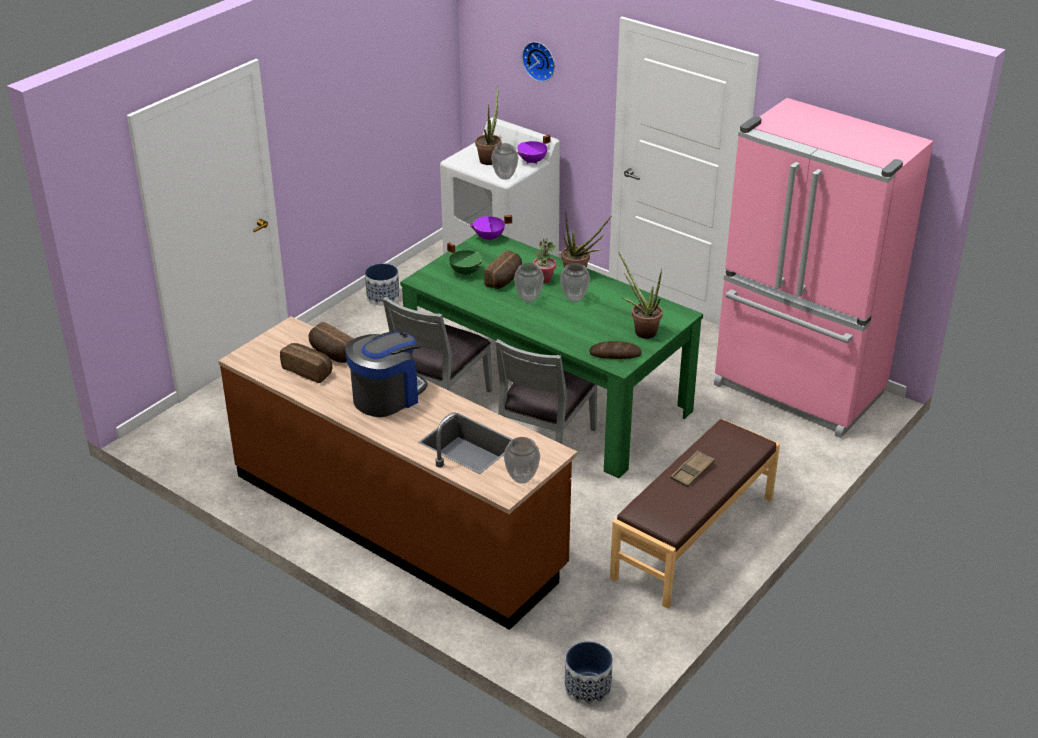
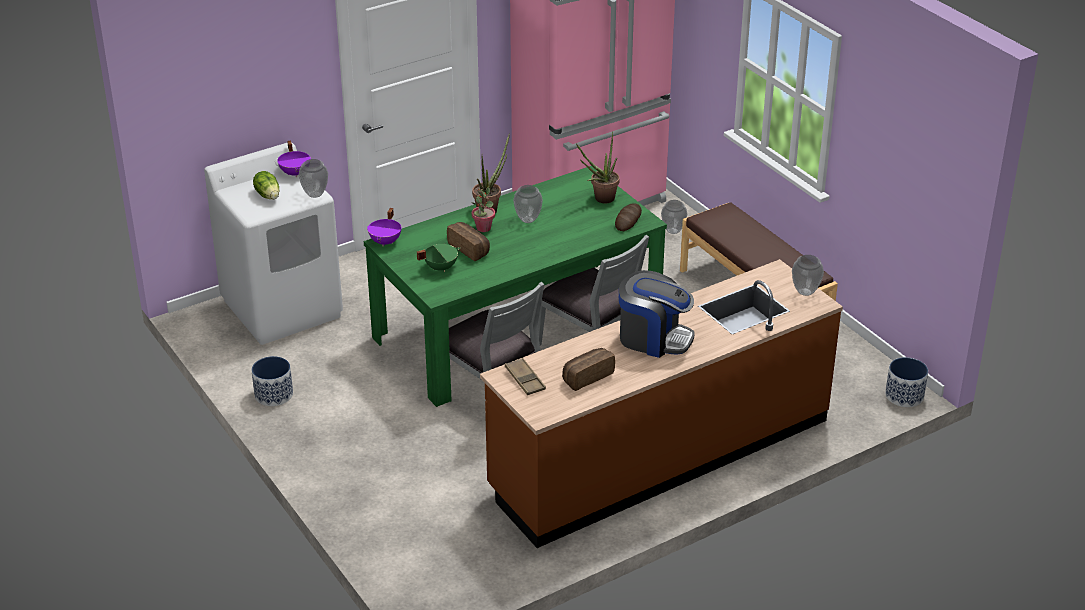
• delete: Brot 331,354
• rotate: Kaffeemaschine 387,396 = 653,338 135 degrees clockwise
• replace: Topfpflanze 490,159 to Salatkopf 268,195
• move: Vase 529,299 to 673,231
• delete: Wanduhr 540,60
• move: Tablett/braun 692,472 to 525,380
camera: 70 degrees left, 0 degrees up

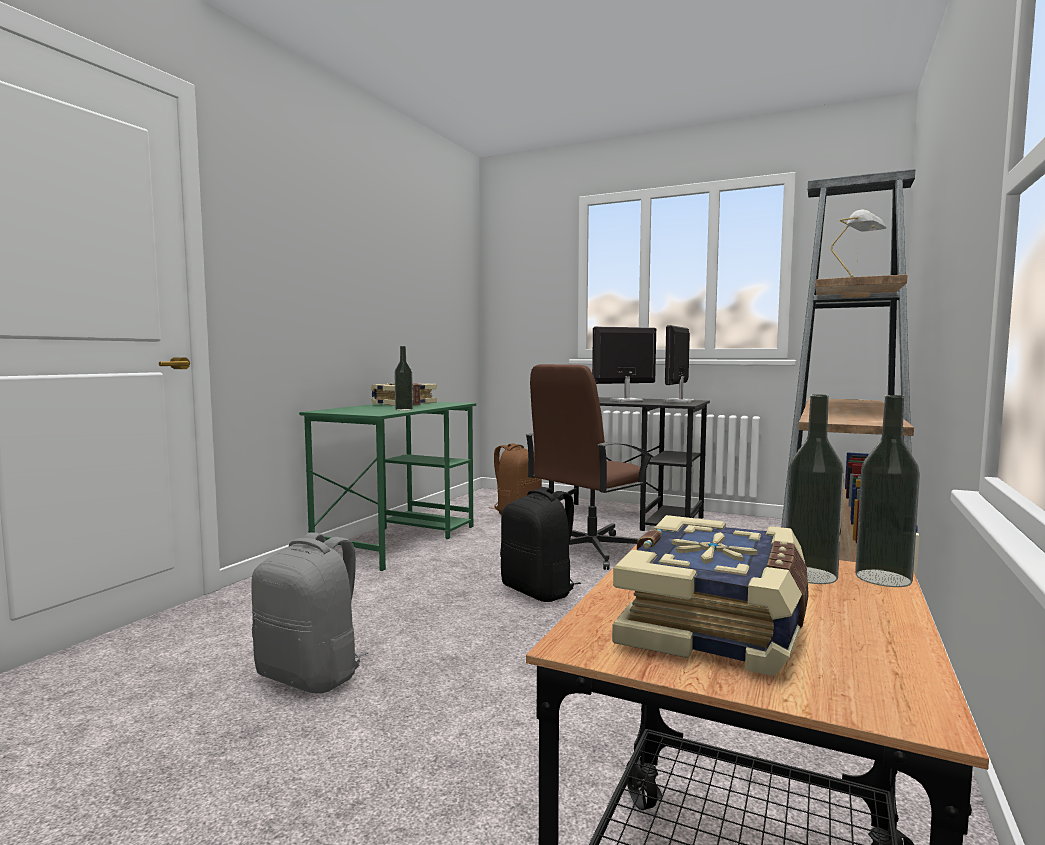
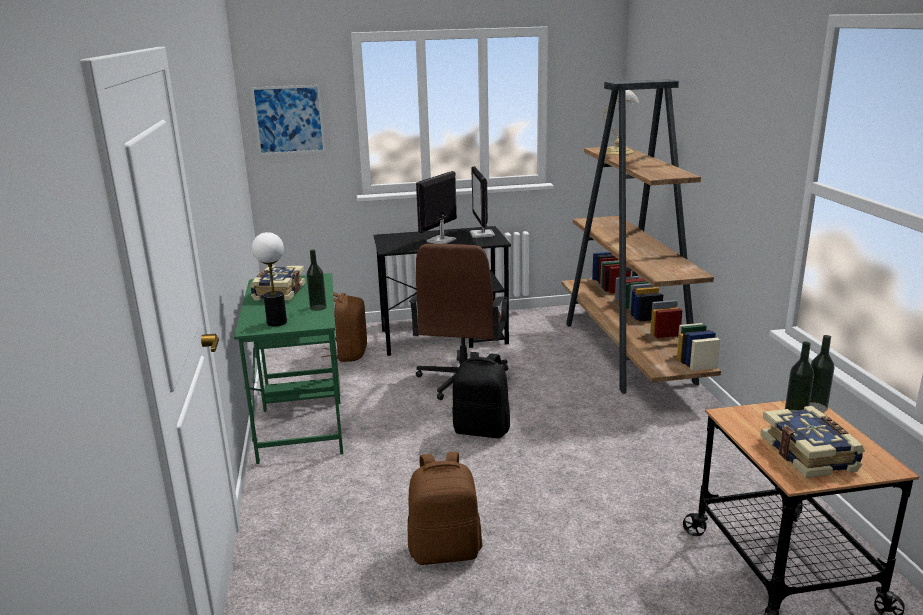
• recolor: Rucksack/grau 312,675 to Rucksack/braun 445,550
• insert: Bild 289,120
• insert: Tischlampe 276,322
camera: 35 degrees left, 15 degrees up

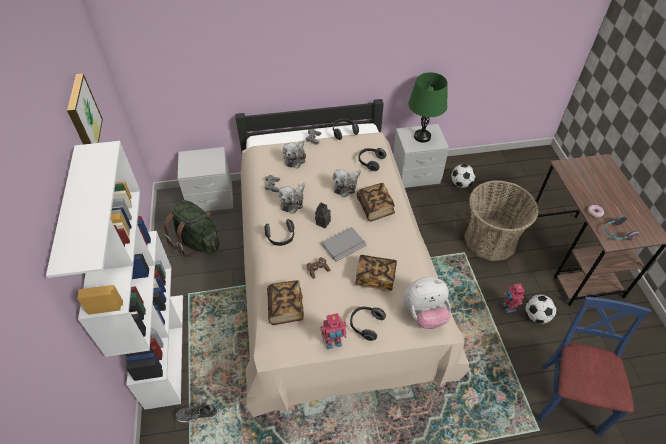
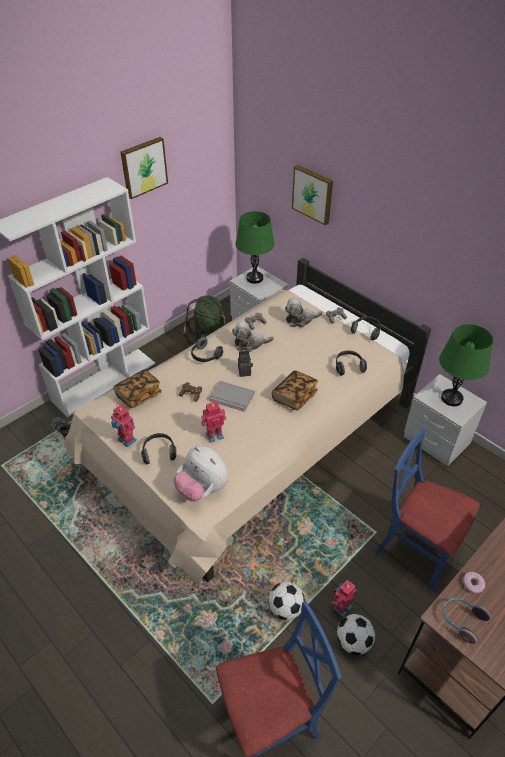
• delete: Plüschtier 346,186
• replace: Buch 375,277 to Spielzeugroboter 214,435
• move: Fußball 461,184 to 285,608
• replace: Korb 490,240 to Stuhl/blau 416,548
• insert: Tischlampe/grün 254,278
• insert: Bild 313,194
camera: 55 degrees right, 5 degrees down

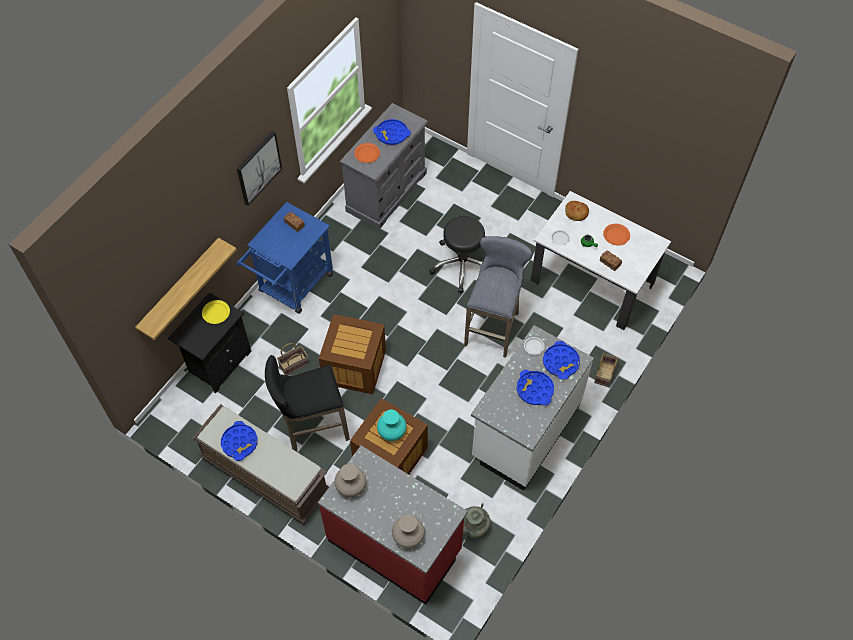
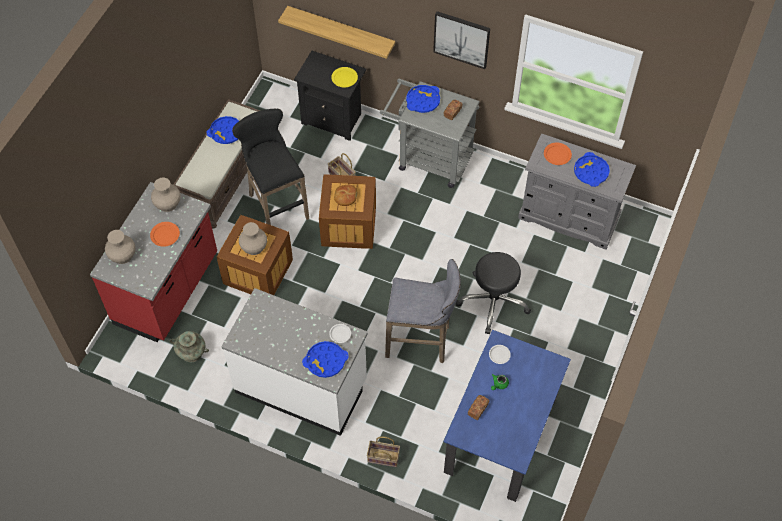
• recolor: Rollwagen/blau 292,287 to Rollwagen/grau 428,158
• recolor: Vase/türkis 392,431 to Vase/beige 254,246
• move: Tablett/blau 534,390 to 423,101
• recolor: Esstisch/weiß 592,282 to Esstisch/blau 501,434
• move: Brot 576,213 to 345,197
• move: Teller/orange 616,235 to 165,235
camera: 80 degrees right, 0 degrees up

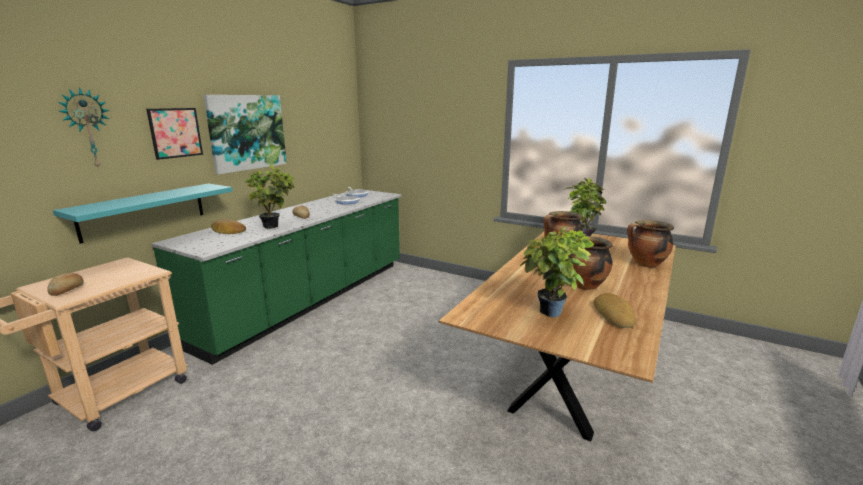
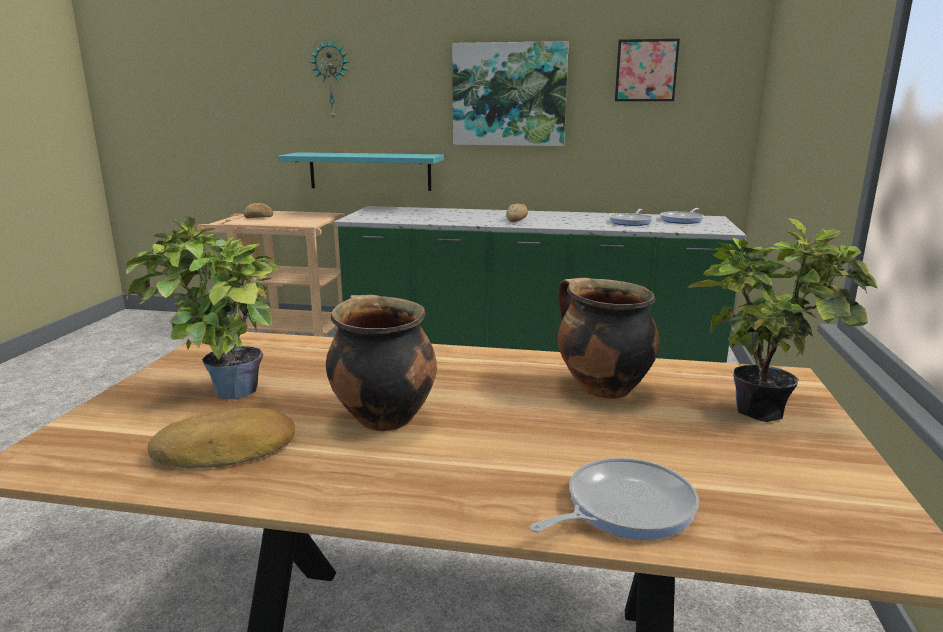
• move: Bild 175,133 to 646,70
• delete: Brot 228,231
• delete: Topfpflanze 275,226
• replace: Kochtopf 646,264 to Pfanne 623,507
camera: 70 degrees right, 0 degrees up

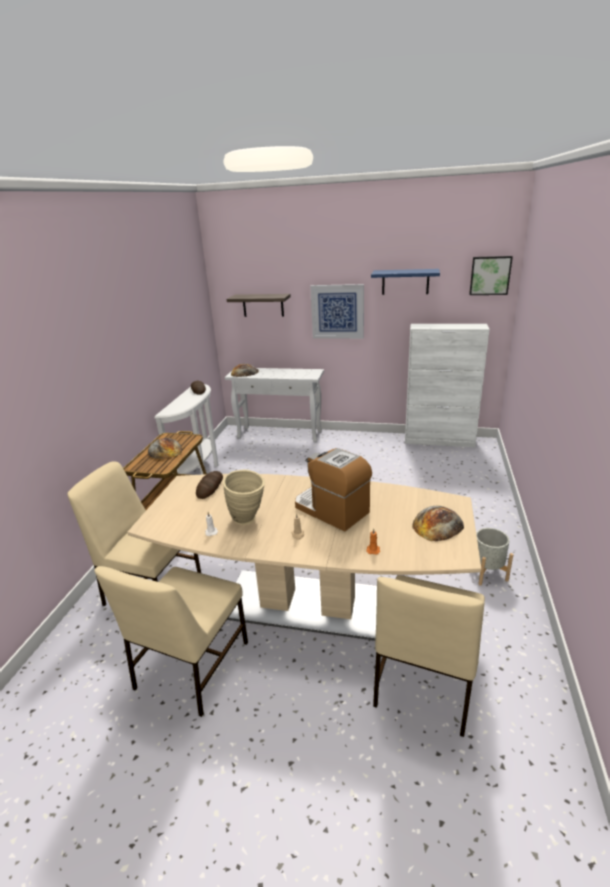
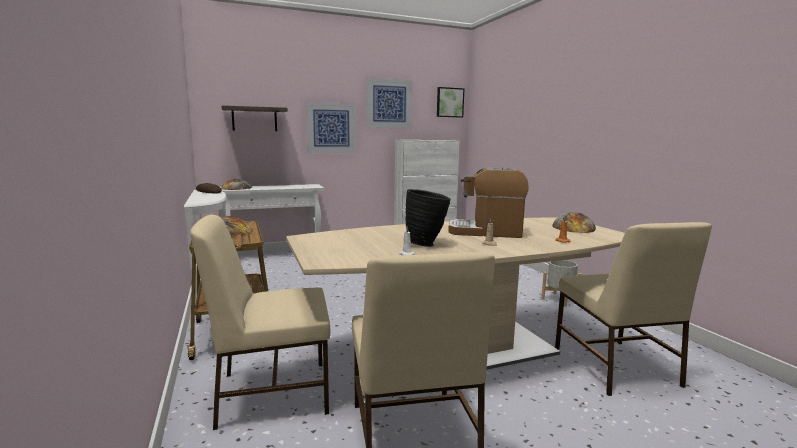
• delete: Brot 210,487
• recolor: Vase/beige 248,520 to Vase/schwarz 427,244
• replace: Wandregal/blau 405,282 to Bild 389,103
camera: 35 degrees left, 15 degrees down

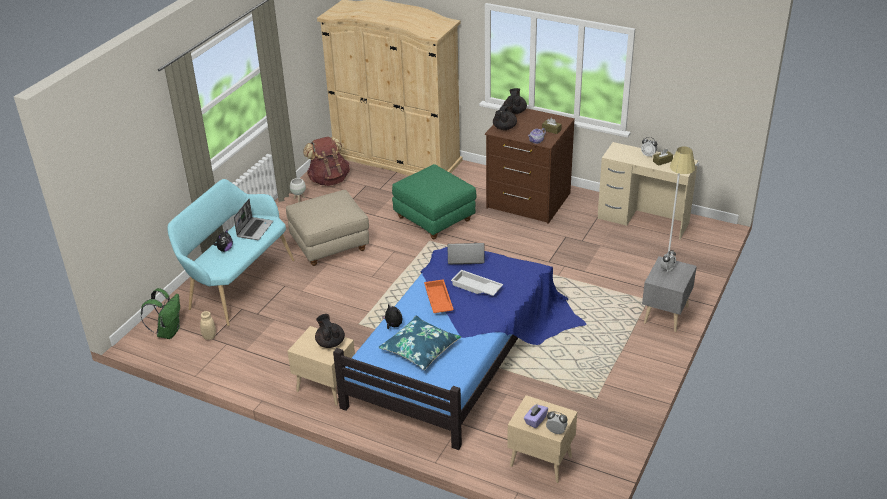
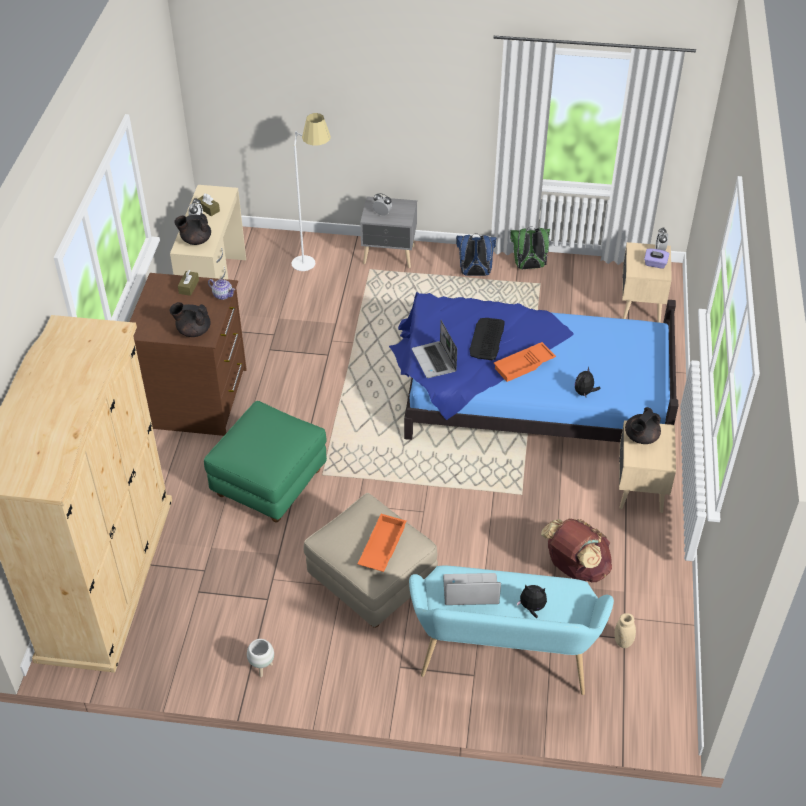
• move: Rucksack/grün 168,332 to 528,266
• move: Rucksack/braun 329,180 to 575,568
• delete: Kissen/blau 420,349
• replace: Tablett/weiß 476,287 to Tastatur 487,339
• move: Teekanne/schwarz 514,112 to 195,240
• insert: Tablett/orange 381,546
• insert: Rucksack/blau 474,273
camera: 110 degrees left, 10 degrees up

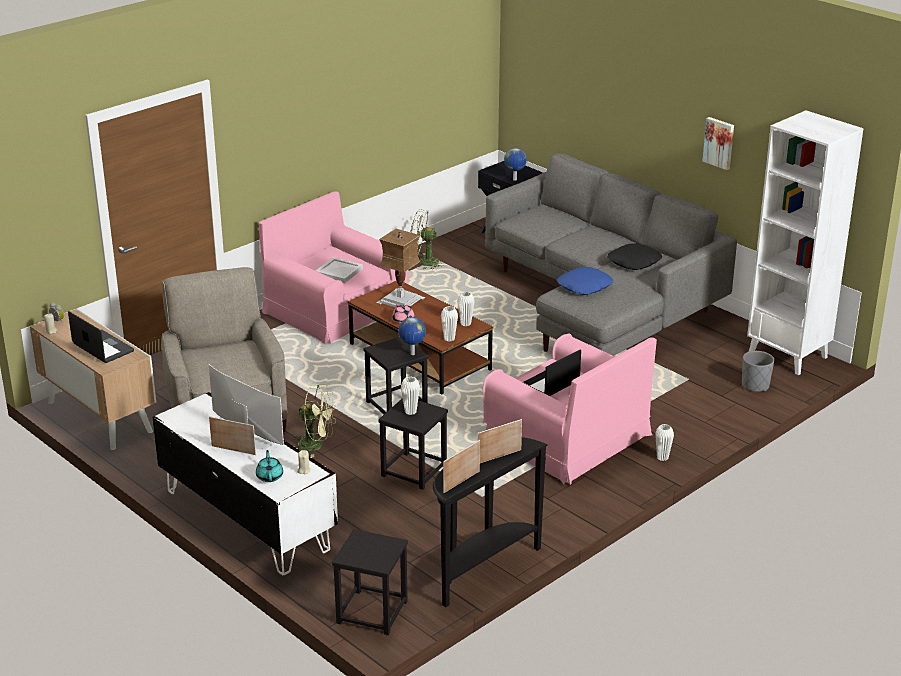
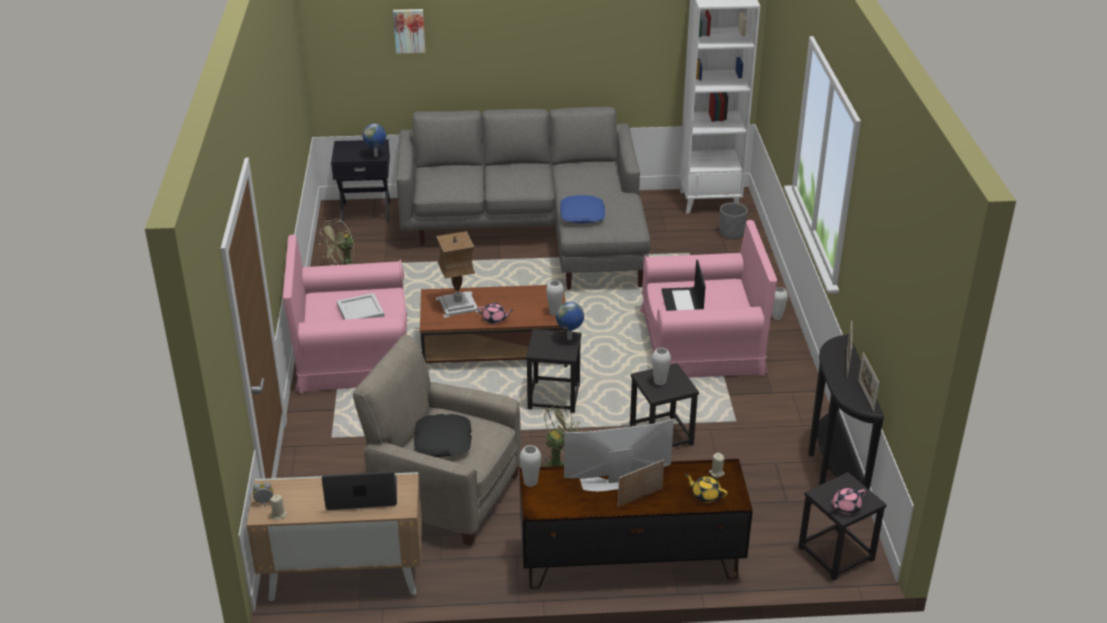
• recolor: Fernsehschrank/weiß 247,519 to Fernsehschrank/braun 629,560
• recolor: Teekanne/türkis 269,476 to Teekanne/gelb 705,495
• move: Vase/weiß 465,324 to 530,482
• move: Kissen/schwarz 634,262 to 443,441
• move: Bild 719,142 to 409,30
• insert: Teekanne/rosa 845,507
camera: 50 degrees left, 5 degrees up

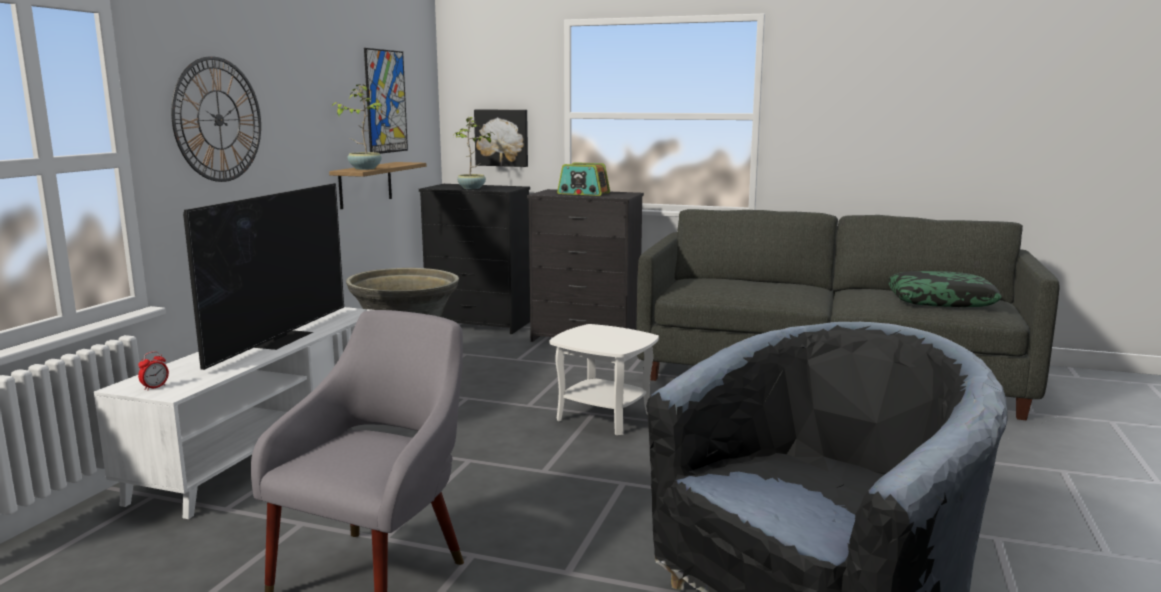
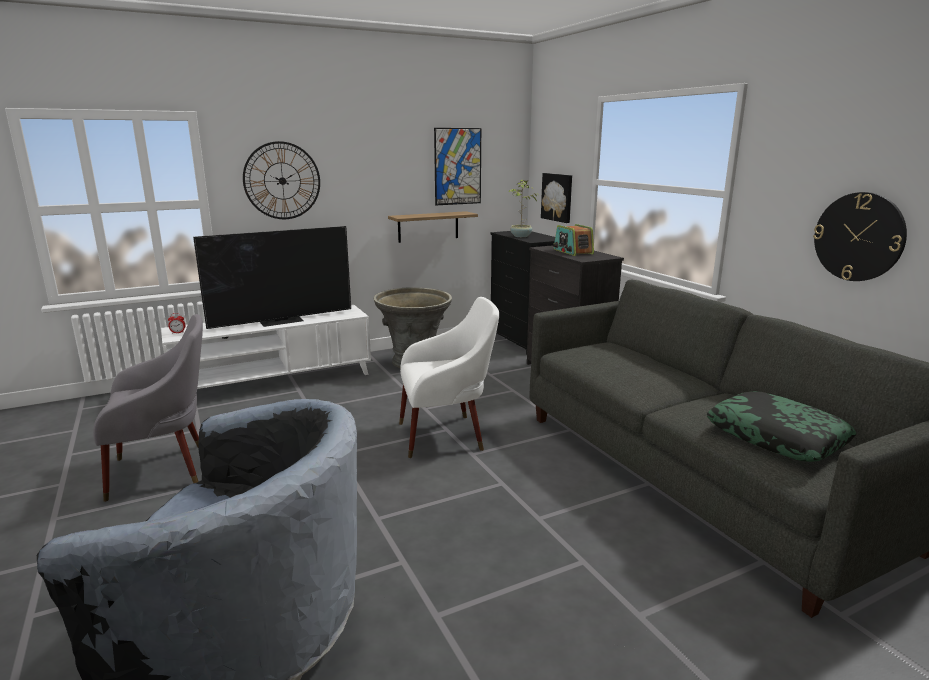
• delete: Topfpflanze 364,168
• replace: Beistelltisch/weiß 604,417 to Sessel/weiß 447,435
• insert: Wanduhr 858,237
camera: 45 degrees right, 5 degrees up

